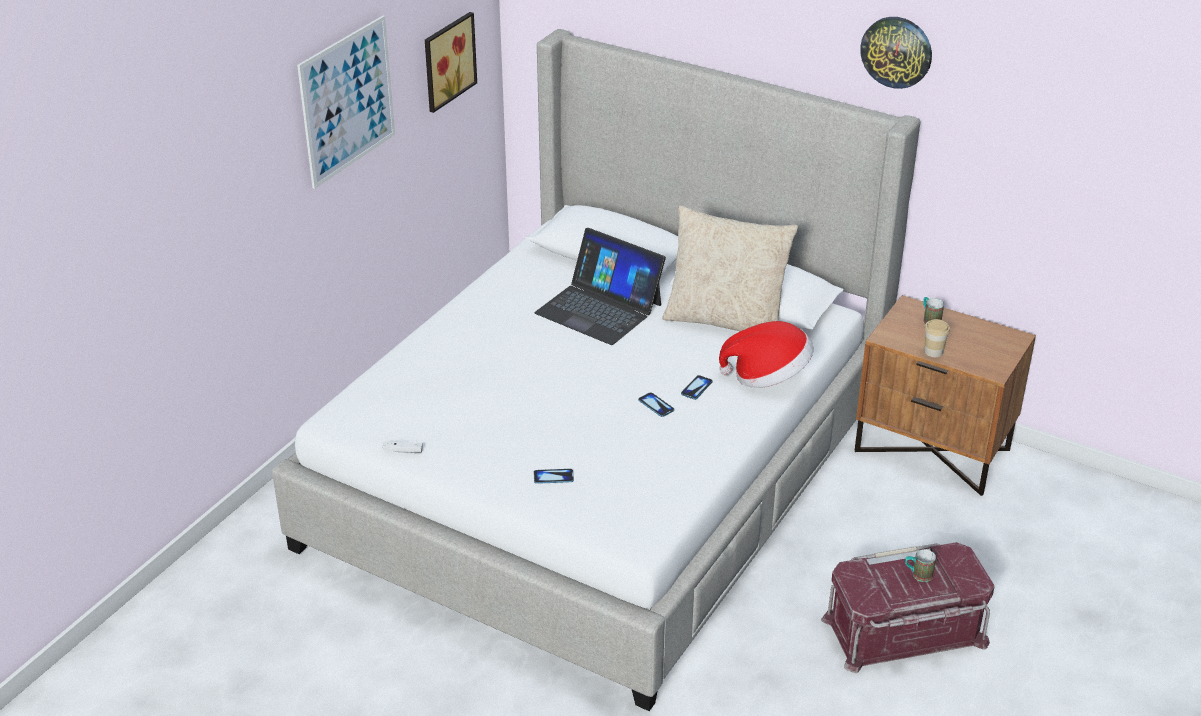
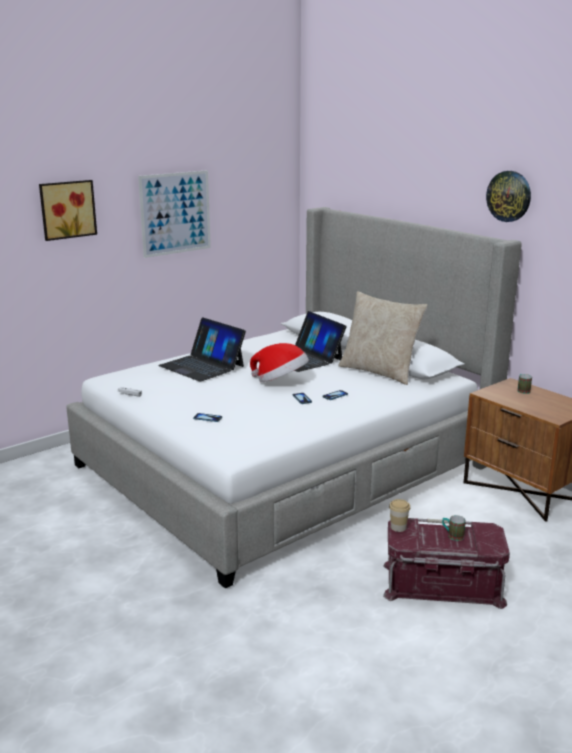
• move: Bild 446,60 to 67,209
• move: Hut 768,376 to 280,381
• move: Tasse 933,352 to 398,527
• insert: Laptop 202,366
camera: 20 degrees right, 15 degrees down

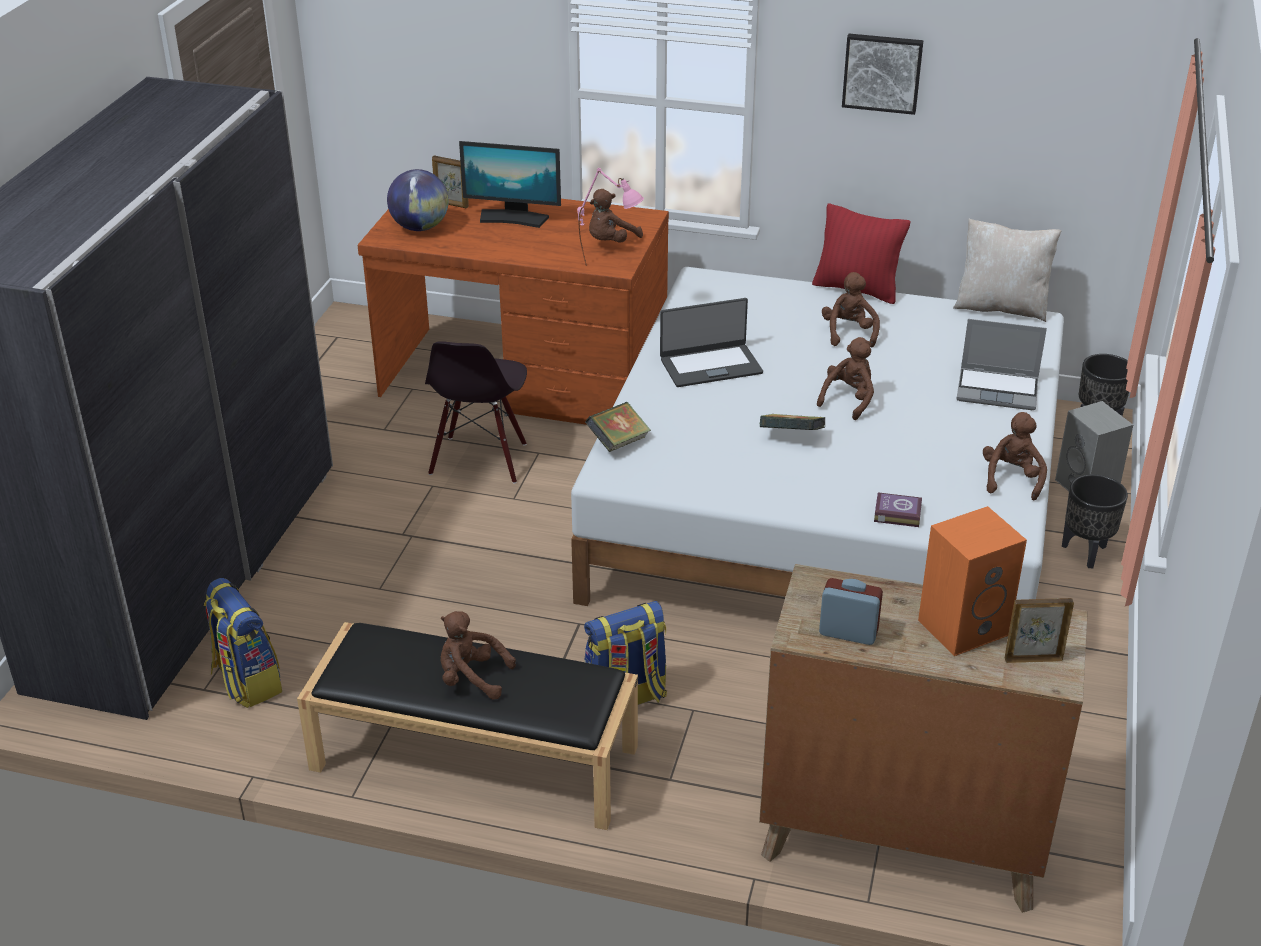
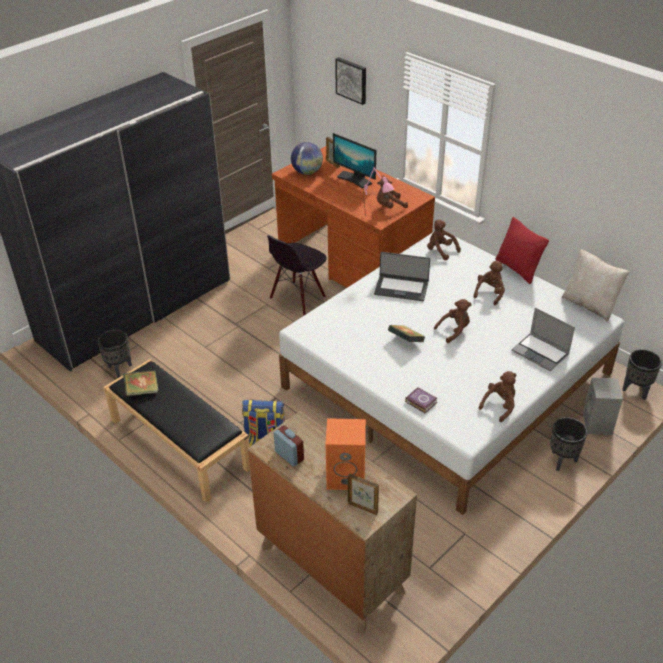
• replace: Rucksack 246,681 to Pflanzkübel/schwarz 119,369
• move: Plüschtier/braun 471,678 to 440,251
• move: Buch 618,442 to 142,390
• move: Bild 882,72 to 352,80
camera: 30 degrees right, 5 degrees up

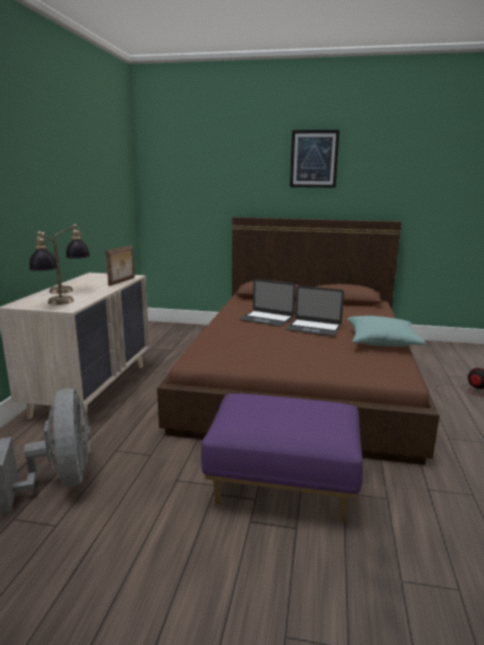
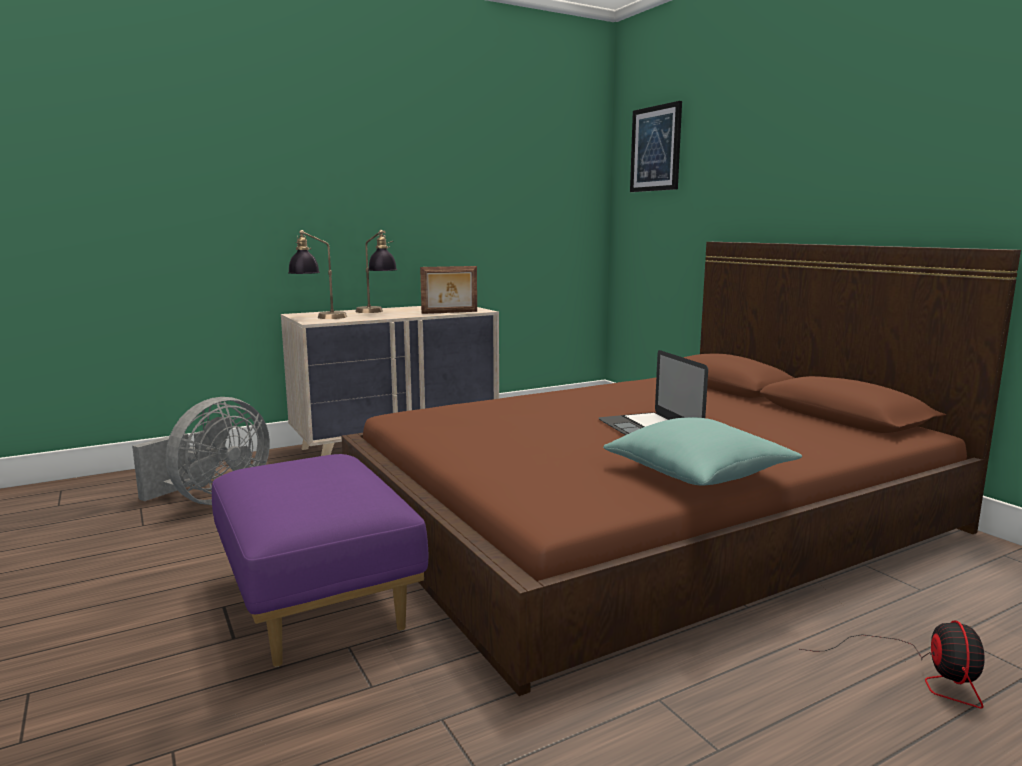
• delete: Laptop 266,318
• move: Bild 314,159 to 656,149
camera: 50 degrees right, 5 degrees down

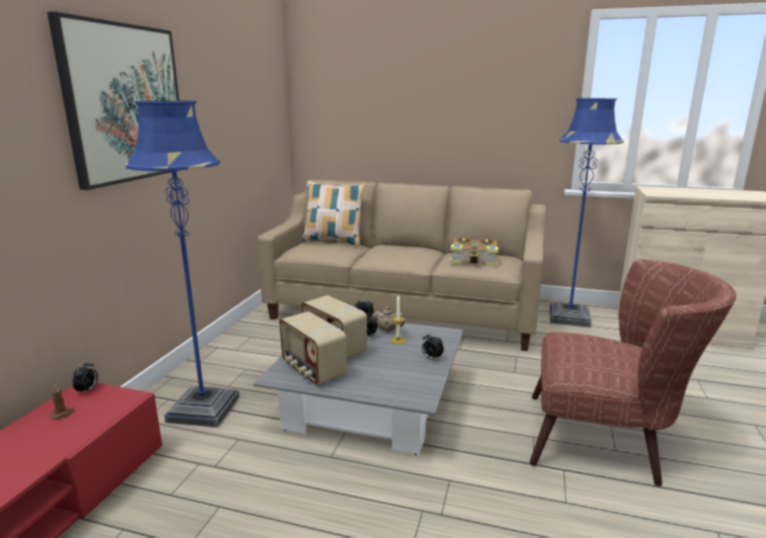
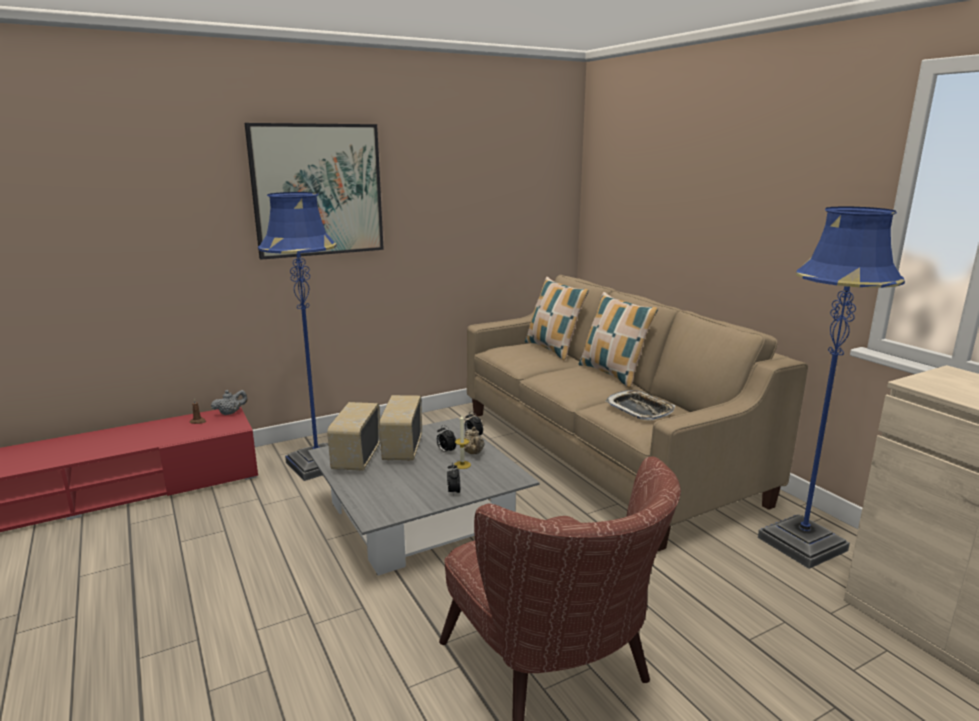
• replace: Wecker 88,390 to Teekanne/grau 230,413
• replace: Buch 474,260 to Tablett 639,410
• insert: Kissen 613,374
camera: 45 degrees right, 0 degrees up

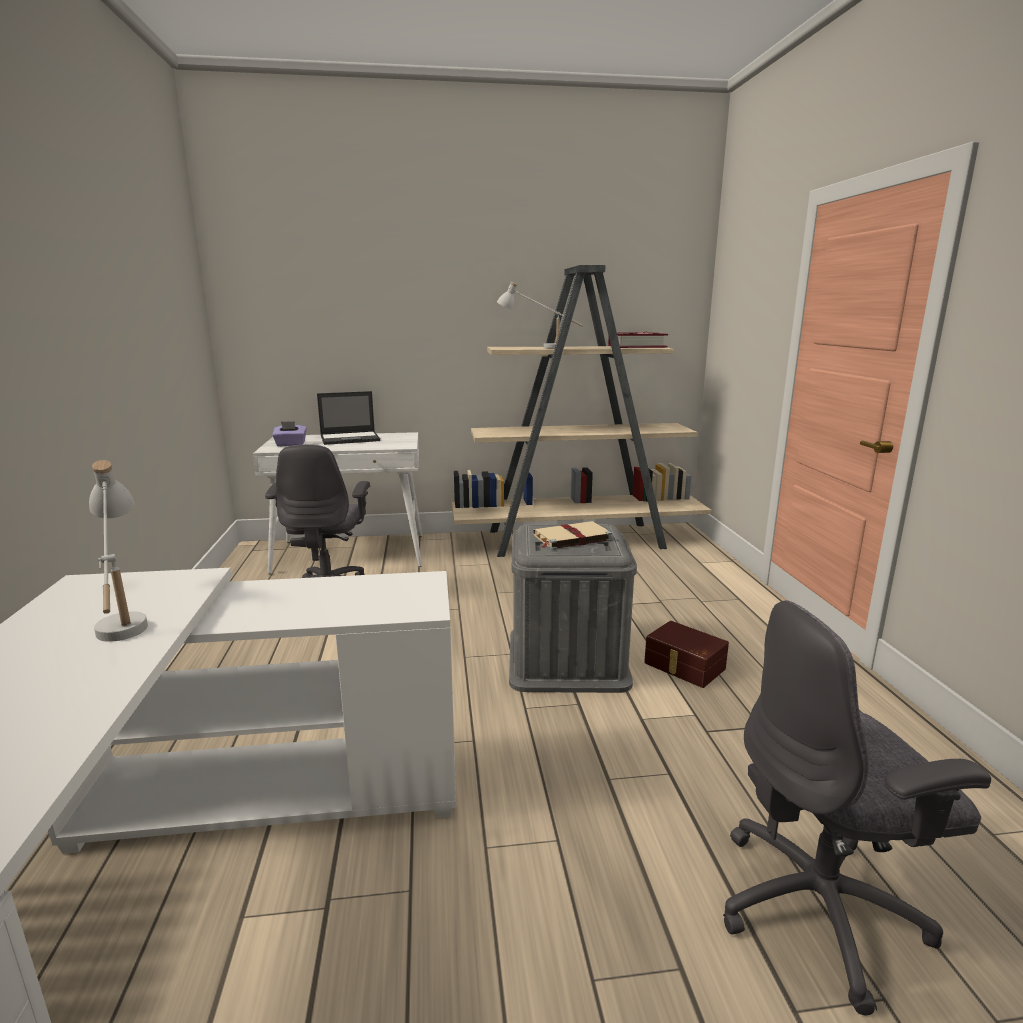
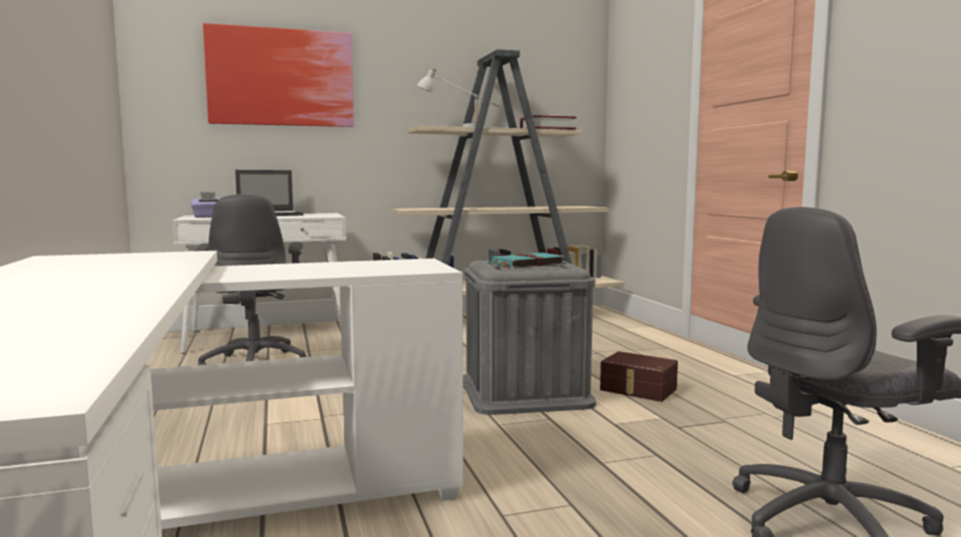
• delete: Tischlampe/weiß 124,616
• recolor: Buch/beige 570,538 to Buch/türkis 526,263
• insert: Bild 281,77
camera: 10 degrees left, 10 degrees down

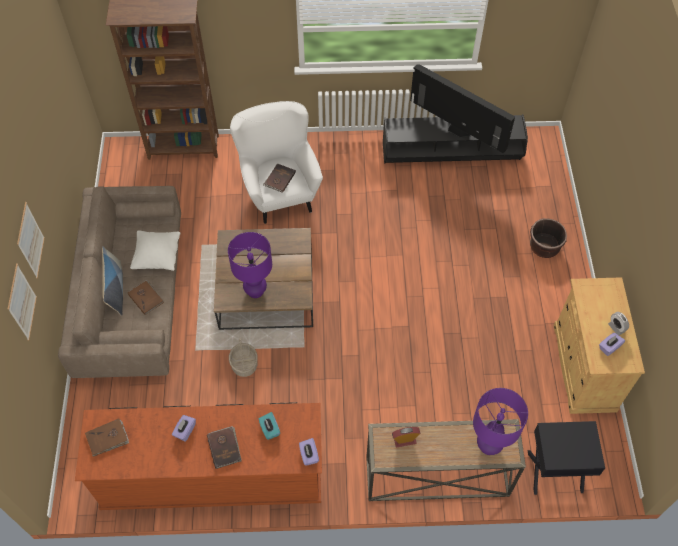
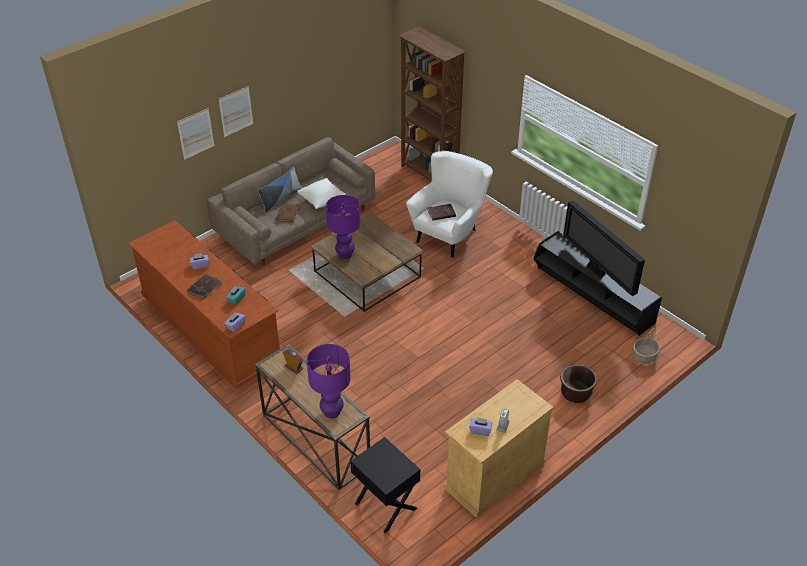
• delete: Buch/braun 107,438
• move: Korb 244,364 to 644,356
• rotate: Fernseher 456,131 = 597,272 150 degrees clockwise
camera: 50 degrees right, 15 degrees down

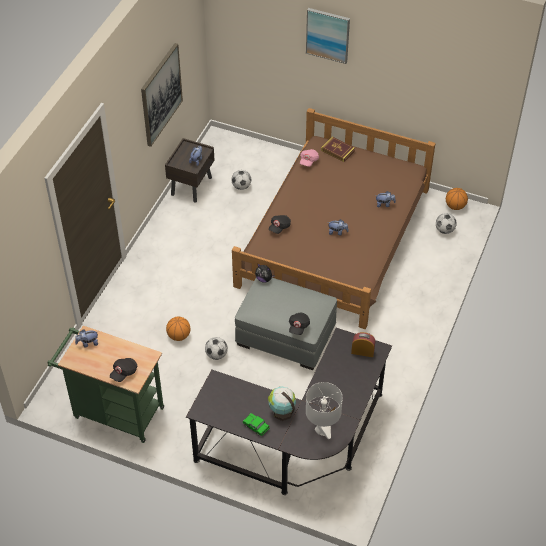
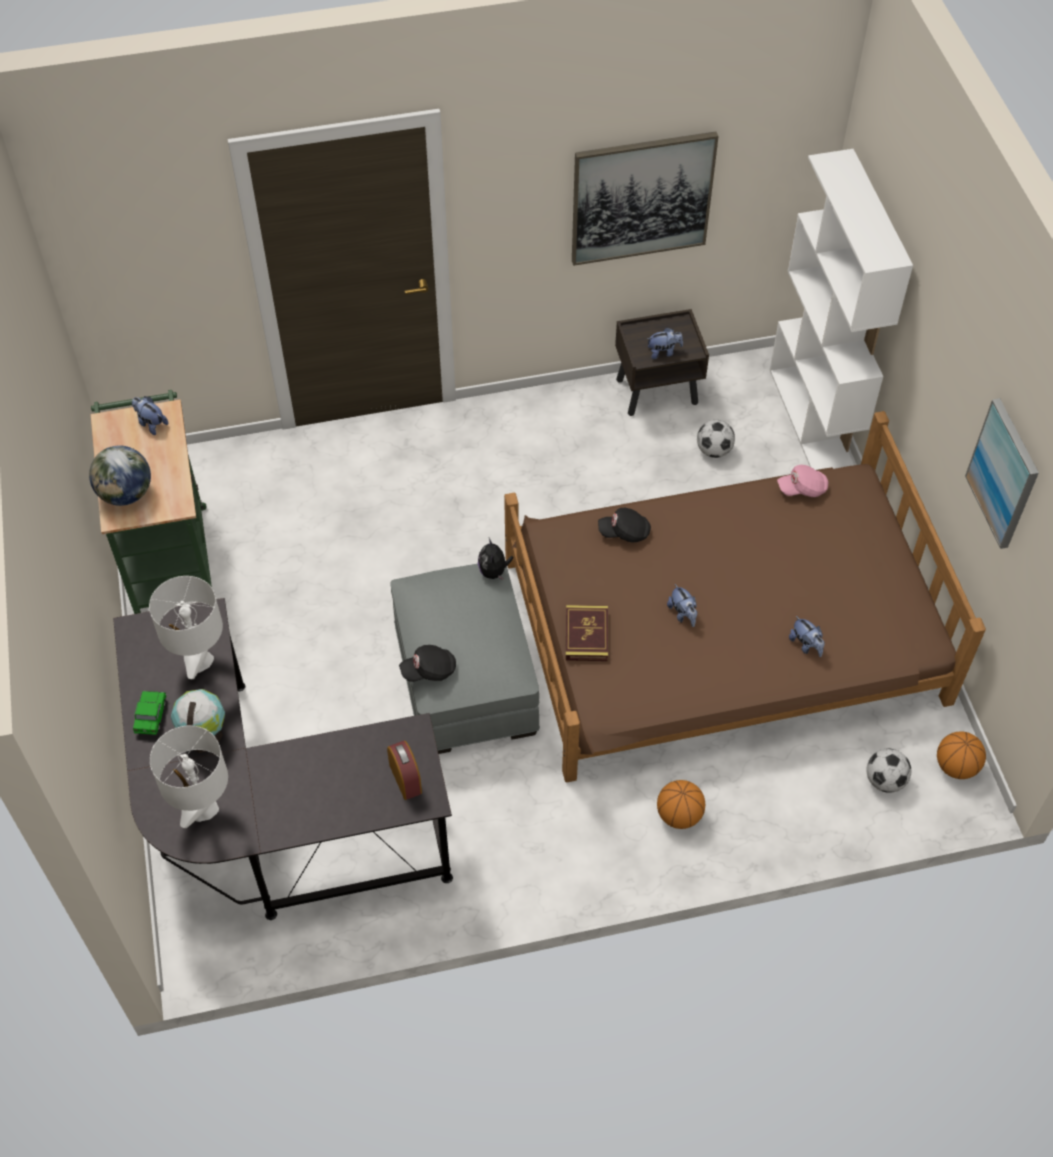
• replace: Kappe/schwarz 124,372 to Globus 126,494
• move: Basketball 179,336 to 679,815
• delete: Fußball 216,355
• move: Bild 328,35 to 1004,473
• move: Buch 338,150 to 586,635
• insert: Tischlampe/weiß 200,661
• insert: Bücherregal/weiß 813,421
camera: 55 degrees right, 5 degrees up

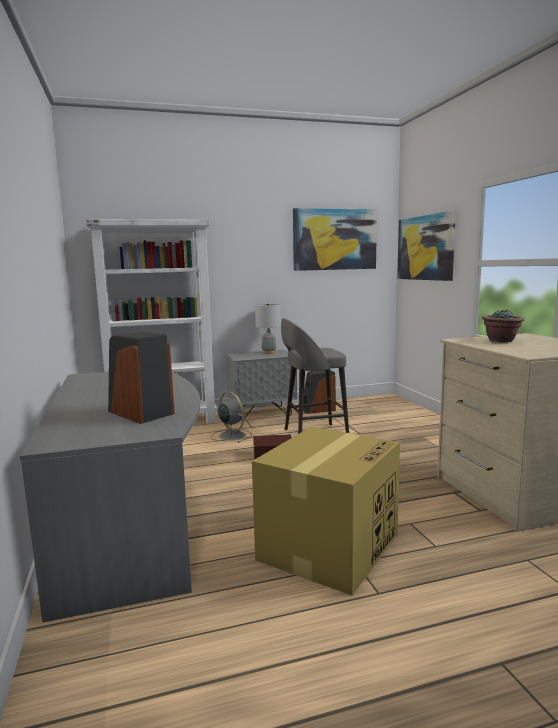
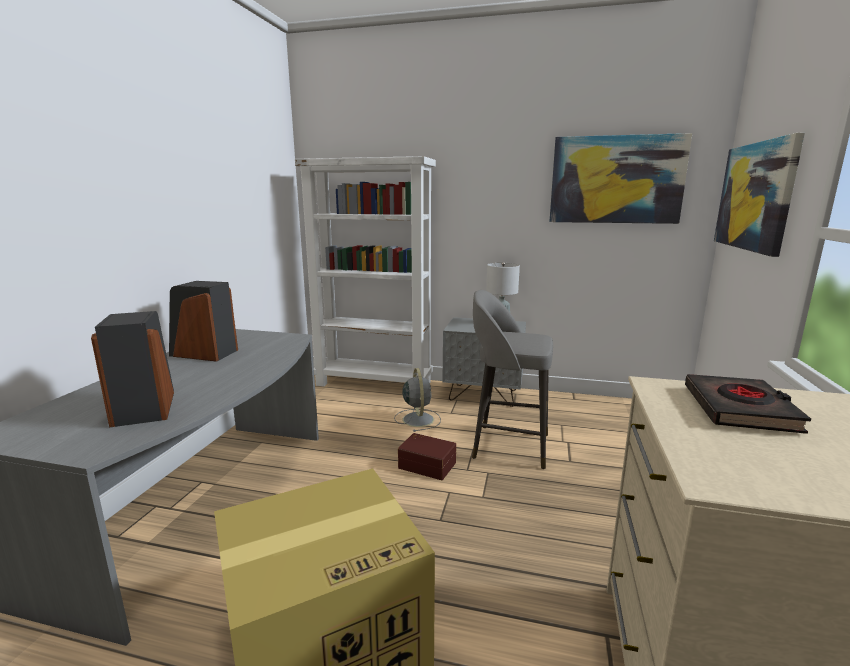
• move: Lautsprecher 318,409 to 203,353
• replace: Topfpflanze 501,341 to Buch/schwarz 739,409
camera: 30 degrees right, 5 degrees up

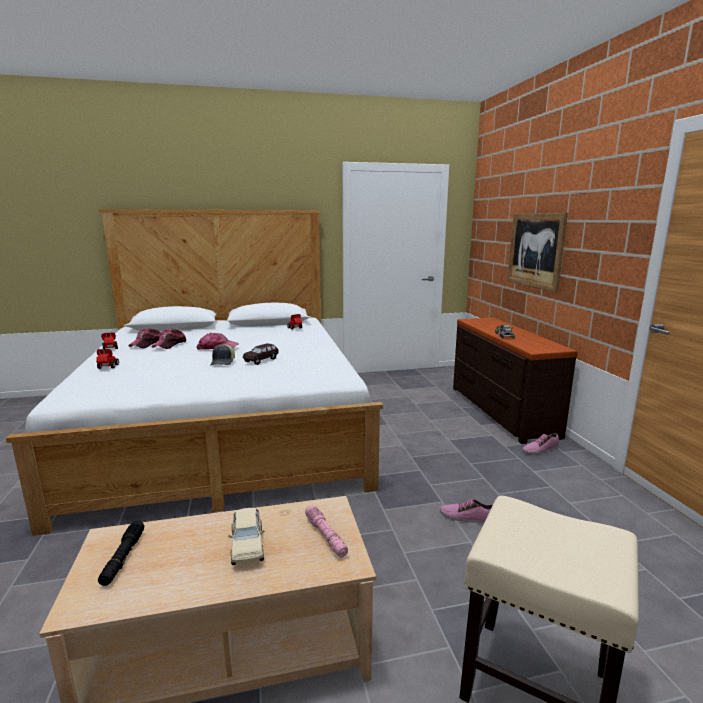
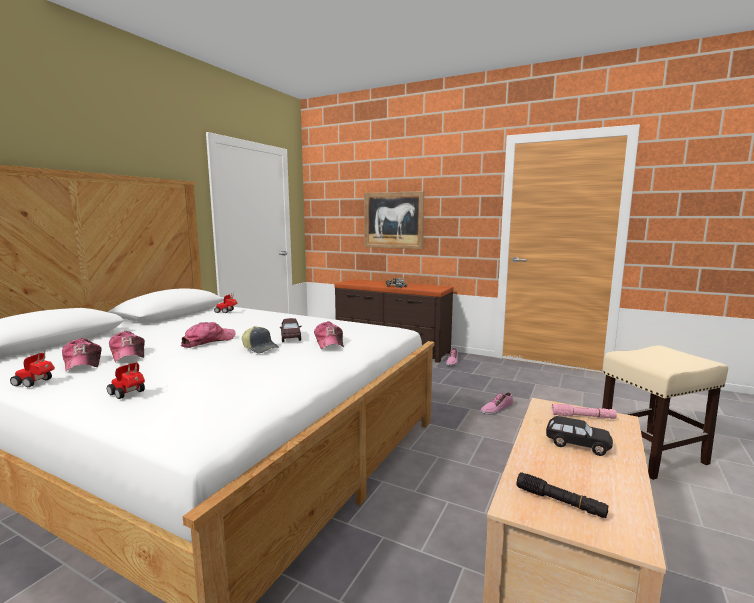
• recolor: Spielzeugauto/beige 247,546 to Spielzeugauto/schwarz 577,444
• insert: Kappe 329,342
camera: 50 degrees left, 5 degrees down

